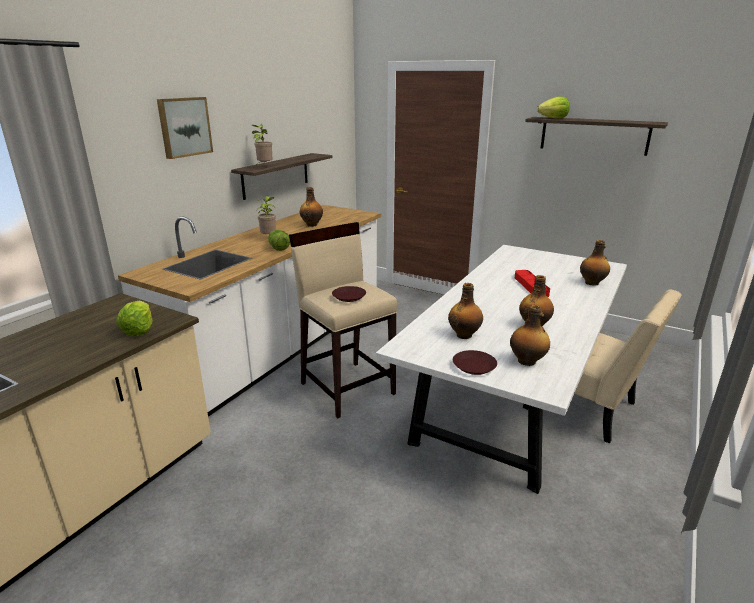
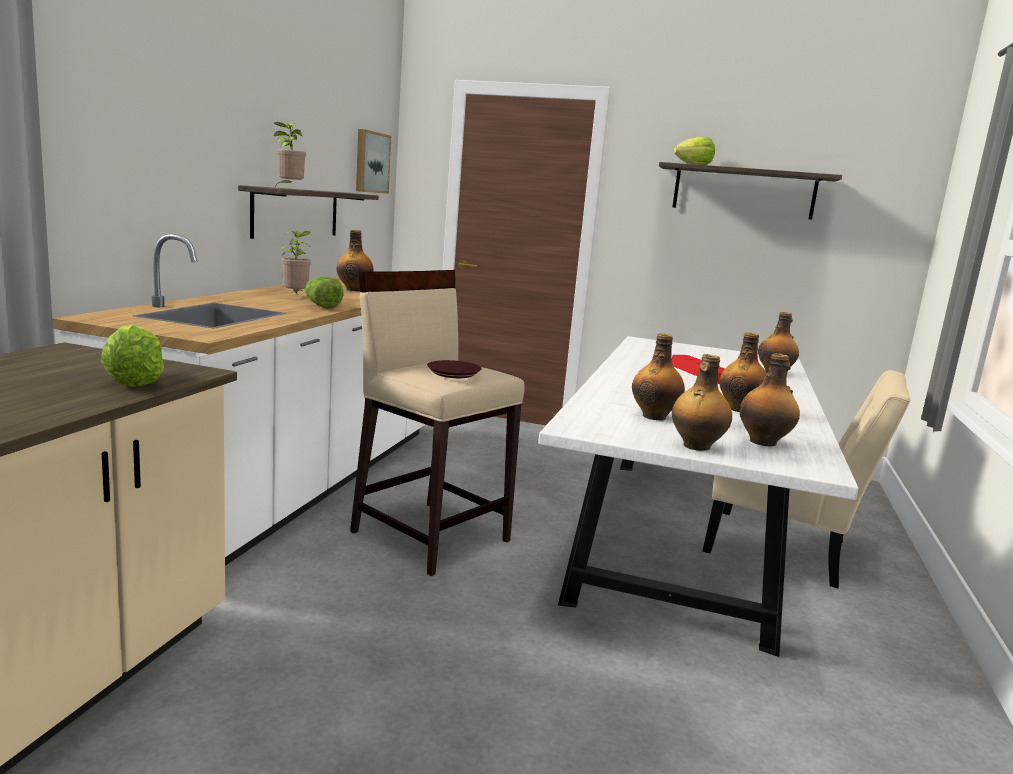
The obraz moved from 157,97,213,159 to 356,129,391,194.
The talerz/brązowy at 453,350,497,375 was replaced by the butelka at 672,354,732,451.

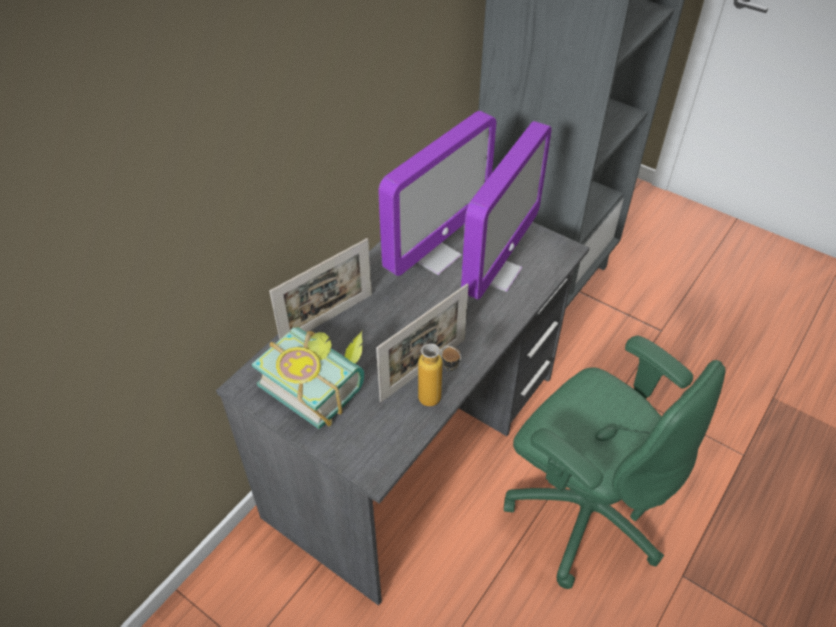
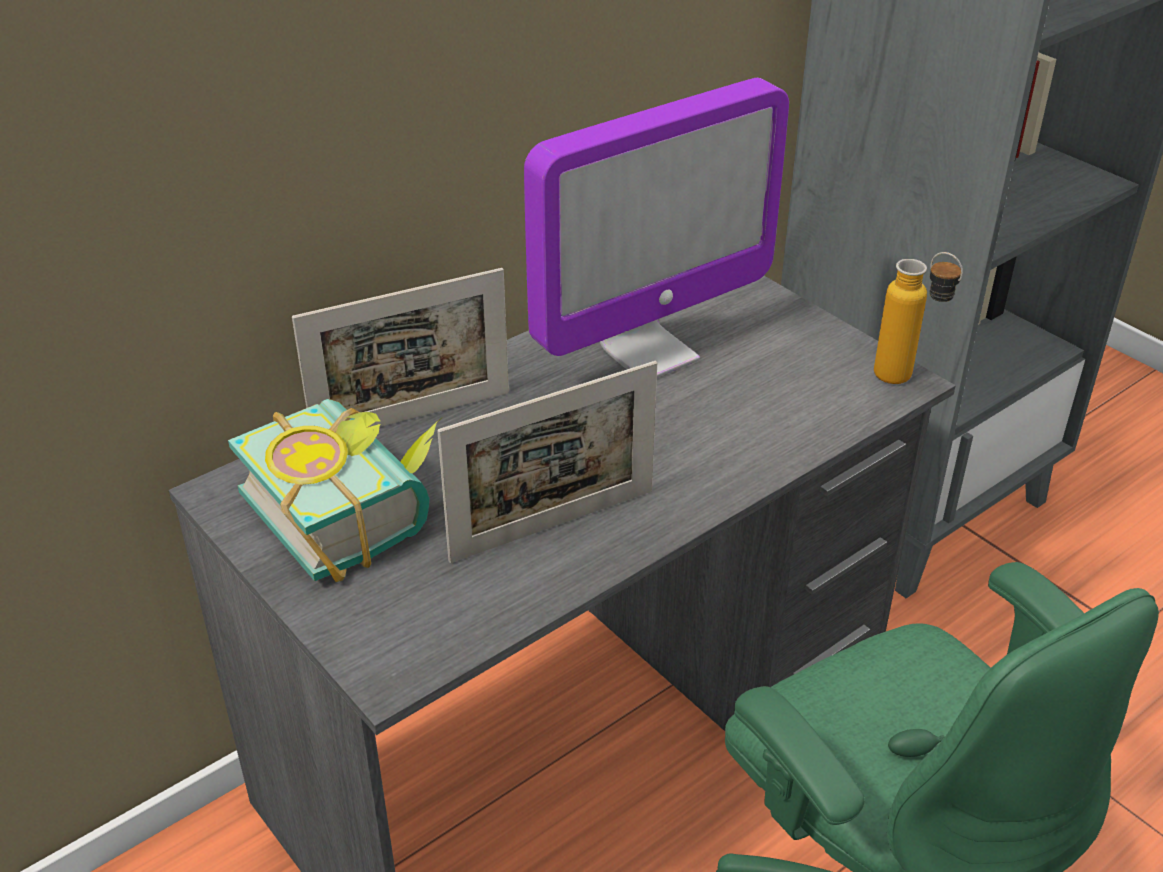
The butelka moved from 418,343,461,406 to 874,252,963,384.
The monitor at 461,121,552,299 disappeared.

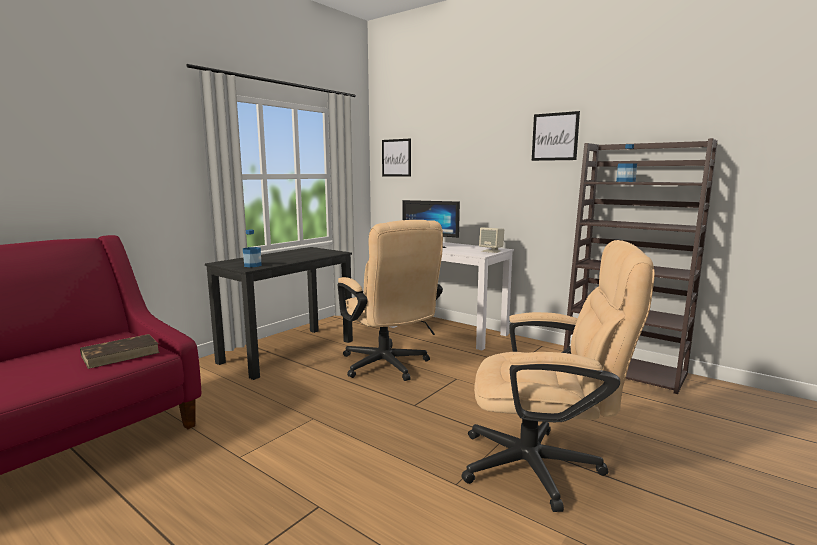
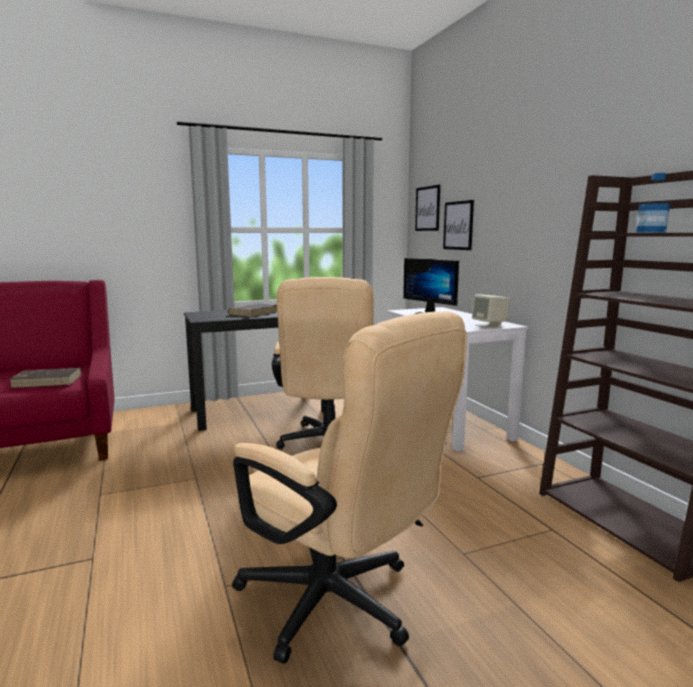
The butelka at 243,230,262,267 disappeared.
The obraz moved from 532,111,580,161 to 443,200,474,250.
The książka/brązowy at 228,303,277,317 appeared.

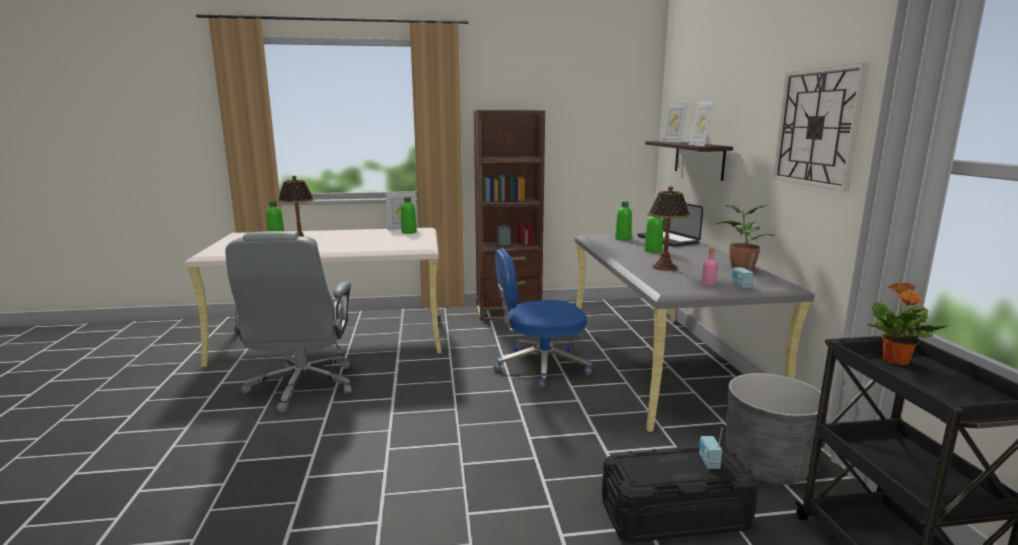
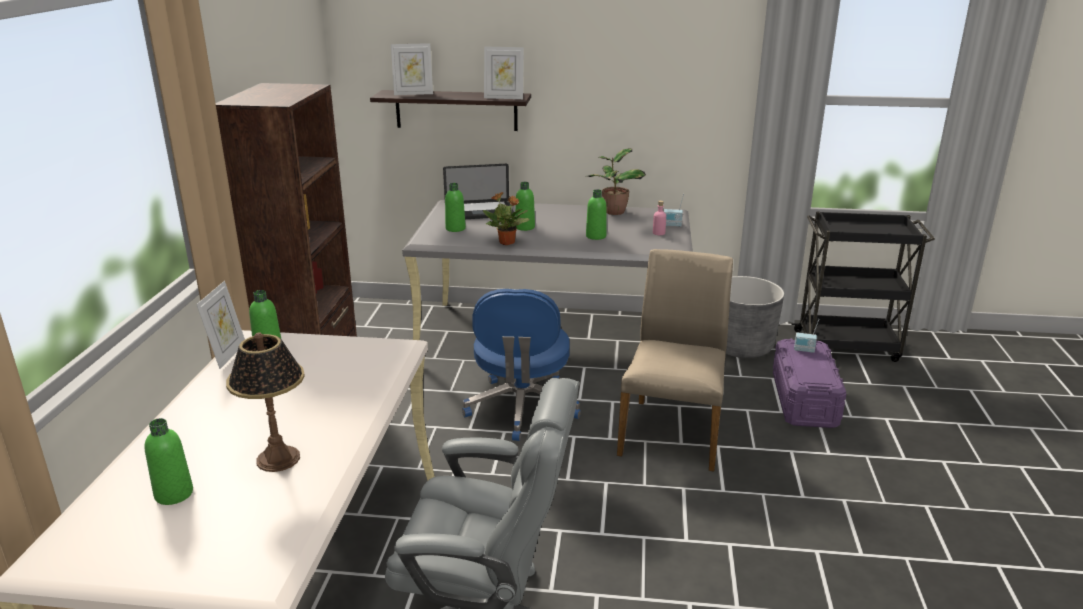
The pojemnik do przechowywania/czarny at 602,446,759,543 became the pojemnik do przechowywania/fioletowy at 773,338,846,428.
The lampa stołowa at 648,186,691,271 was replaced by the butelka/zielony at 586,189,607,240.
The zegar ścienny at 773,63,869,191 disappeared.
The roślina doniczkowa moved from 868,282,948,365 to 483,192,530,245.
The krzesło/beżowy at 617,249,733,472 appeared.

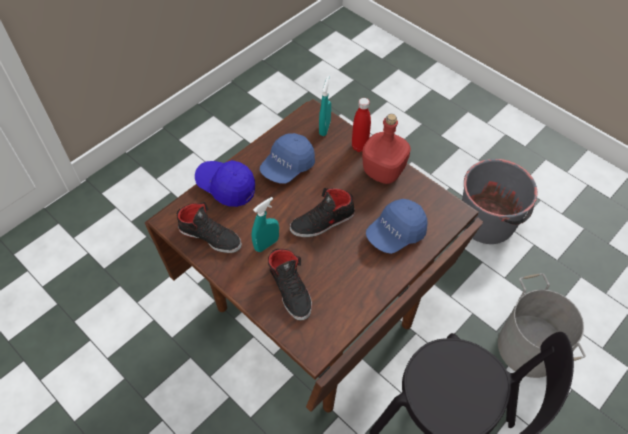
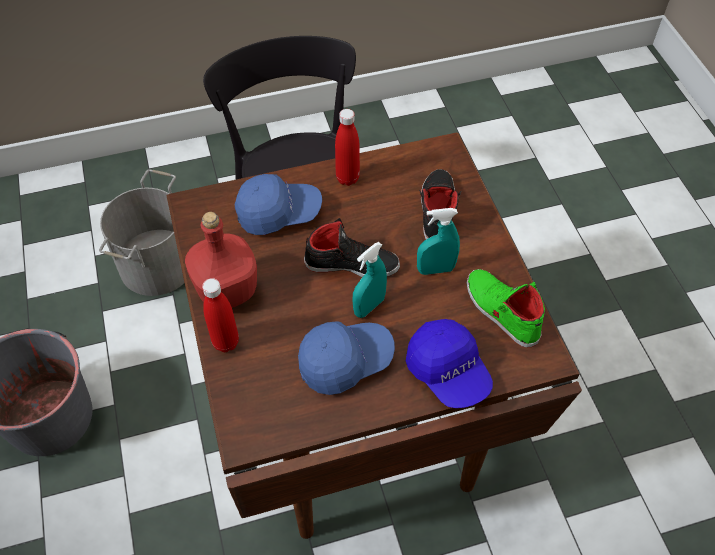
The but/czarny at 177,202,242,253 became the but/zielony at 466,269,545,347.
The spryskiwacz/turkusowy moved from 319,76,331,136 to 352,242,387,318.
The butelka/czerwony at 335,109,360,186 appeared.

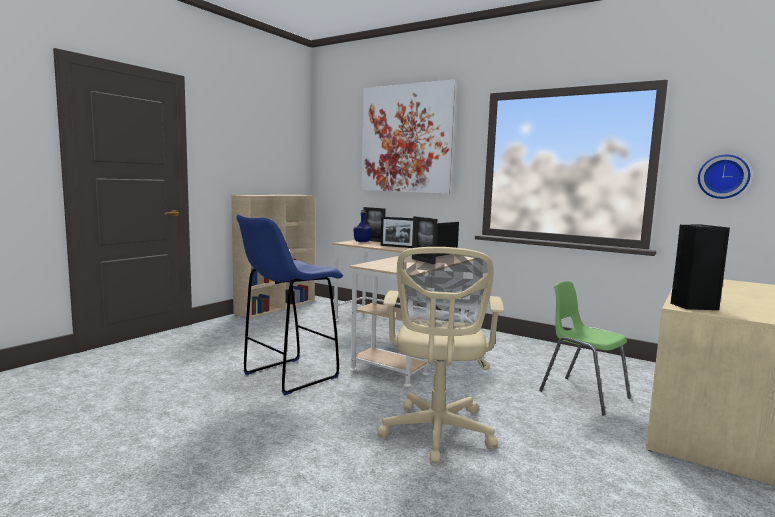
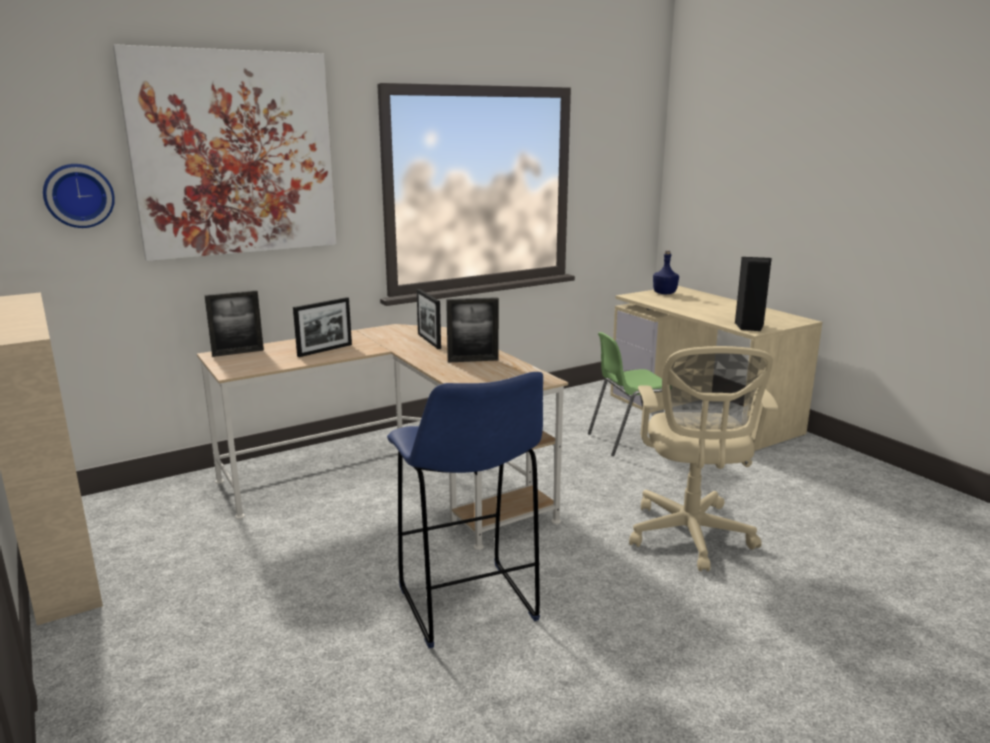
The butelka/niebieski moved from 353,210,372,242 to 653,250,679,294.
The krzesło biurowe/beżowy at 377,247,504,465 turned 60 degrees clockwise.
The zegar ścienny moved from 698,155,750,199 to 43,164,115,228.

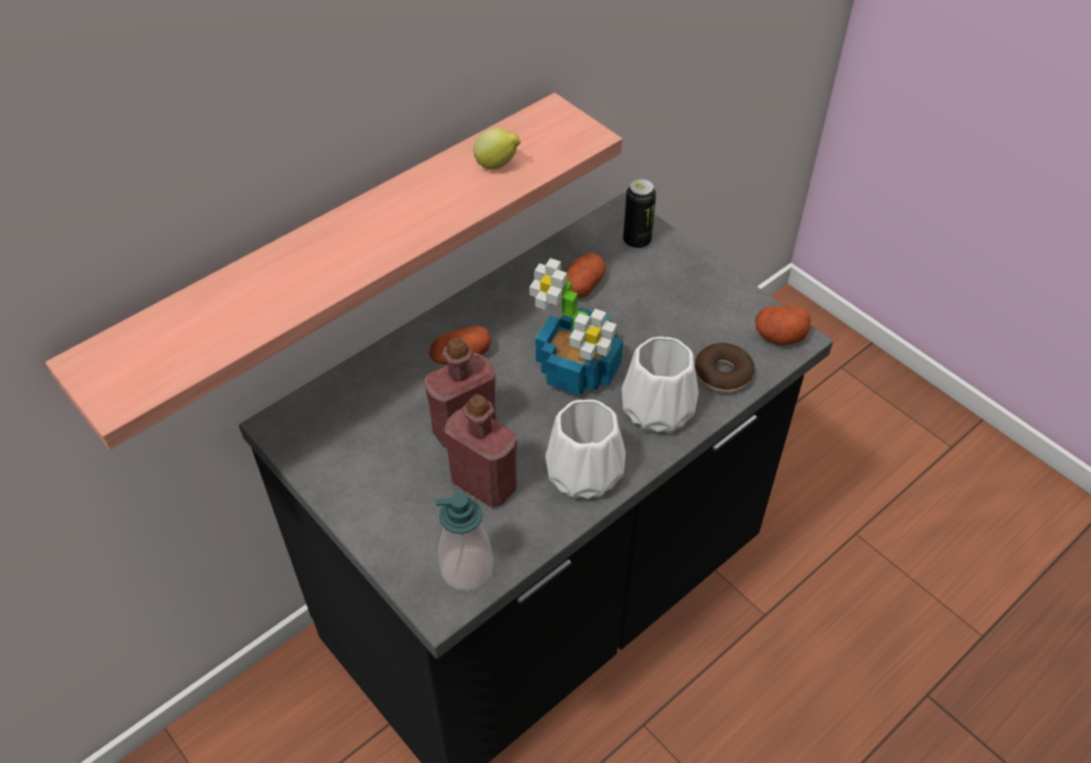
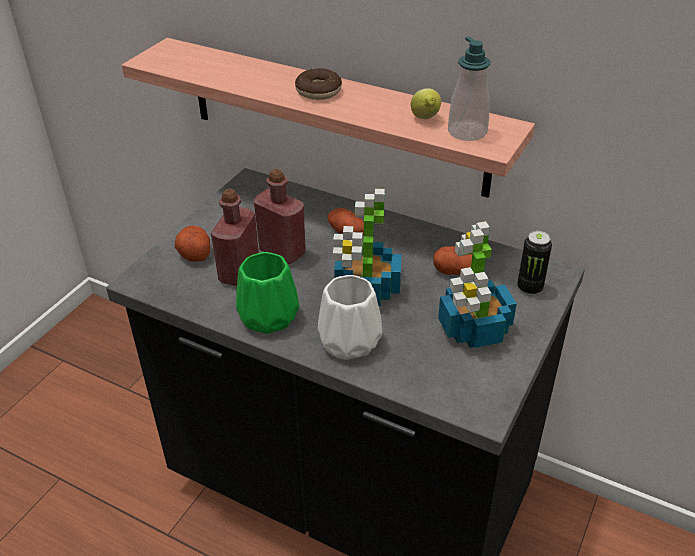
The dozownik mydła moved from 435,493,493,591 to 448,36,490,141.
The wazon/biały at 545,399,626,499 became the wazon/zielony at 236,252,299,334.
The donut moved from 695,343,755,393 to 295,68,342,100.
The ziemniak moved from 755,306,811,346 to 175,226,210,262.
The roślina doniczkowa at 438,221,517,348 appeared.

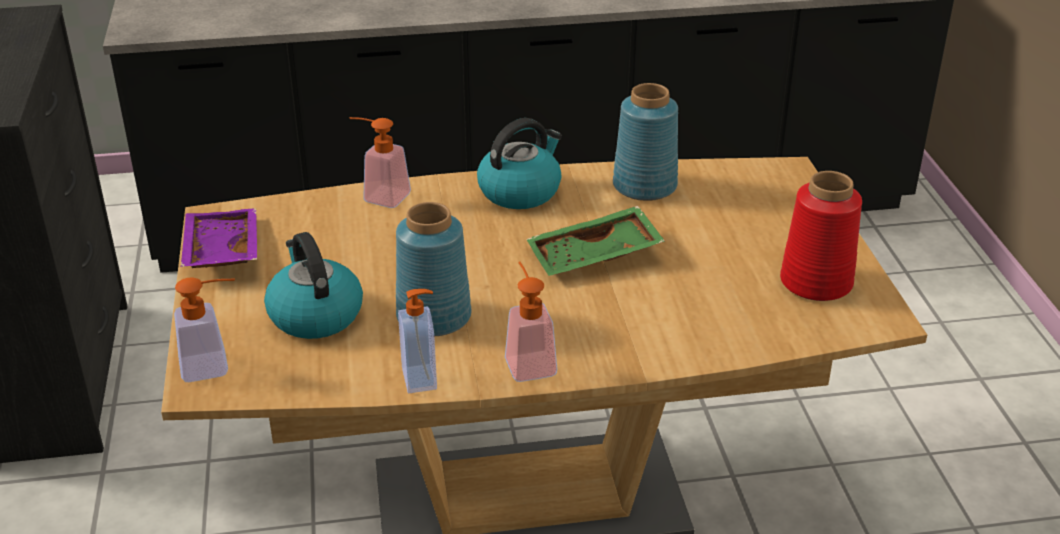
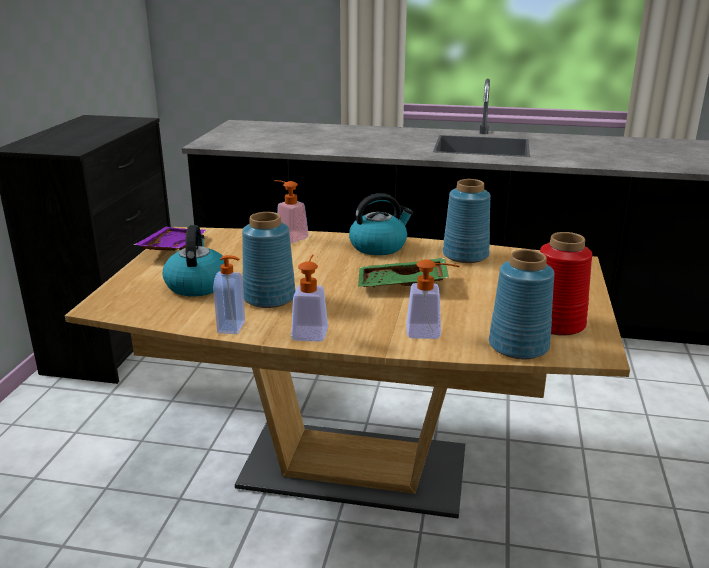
The dozownik mydła moved from 174,277,235,382 to 406,259,459,339.
The wazon/niebieski at 489,249,555,359 appeared.

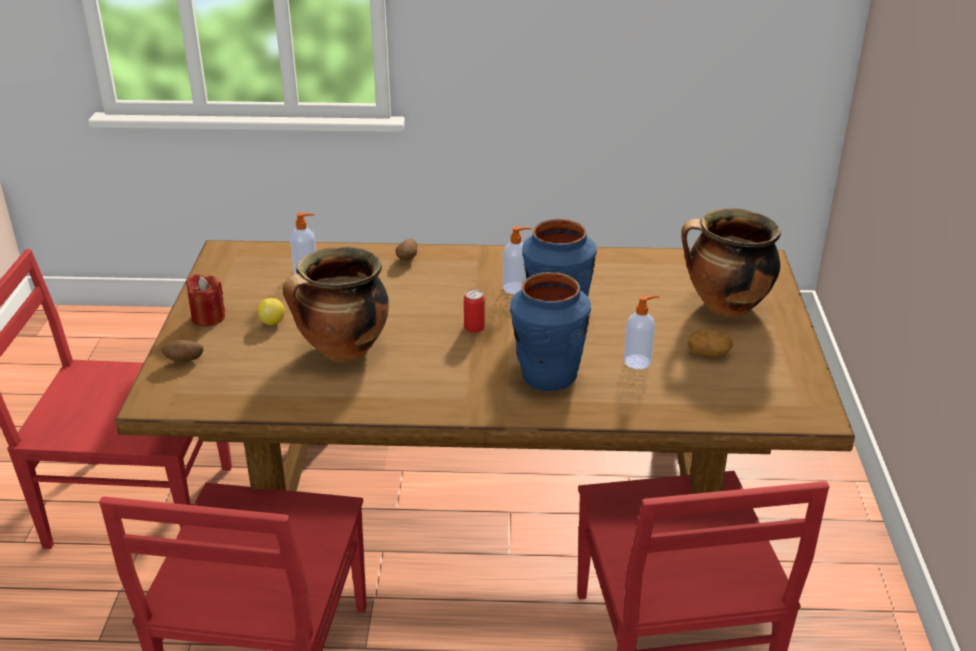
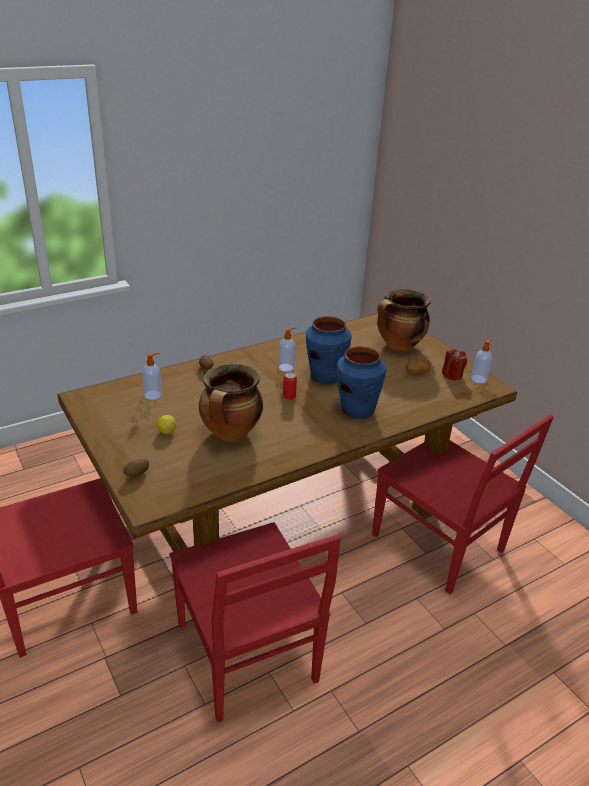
The świeca/czerwony moved from 186,274,225,327 to 442,349,467,380.
The dozownik mydła moved from 624,295,659,369 to 471,338,493,383.

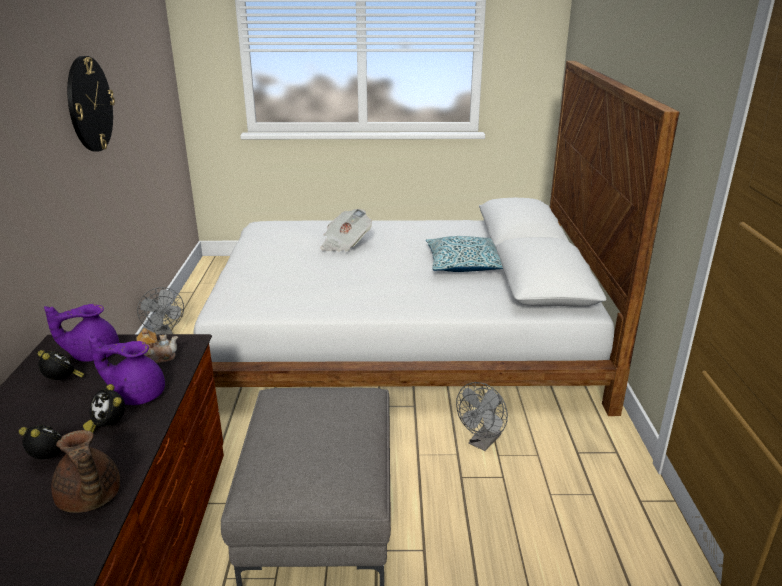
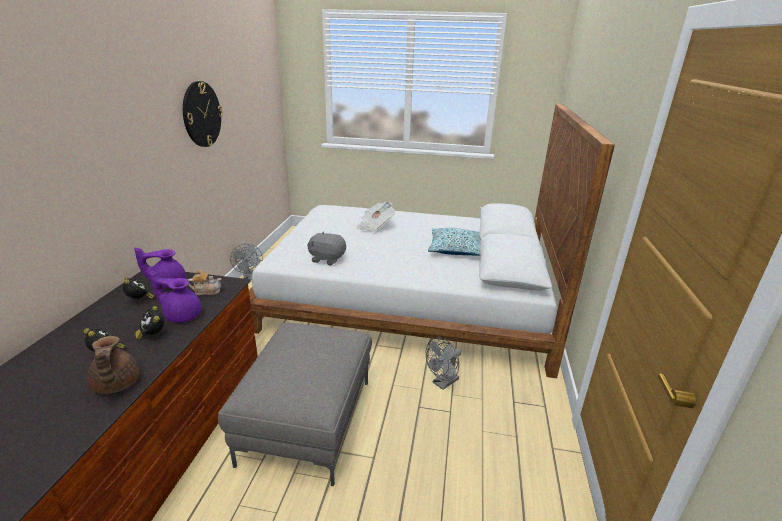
The pluszak/szary at 307,231,346,265 appeared.

